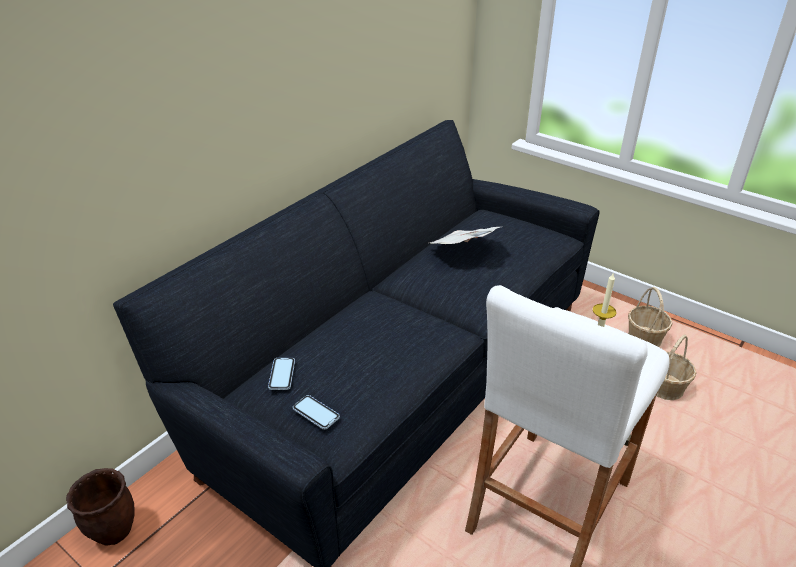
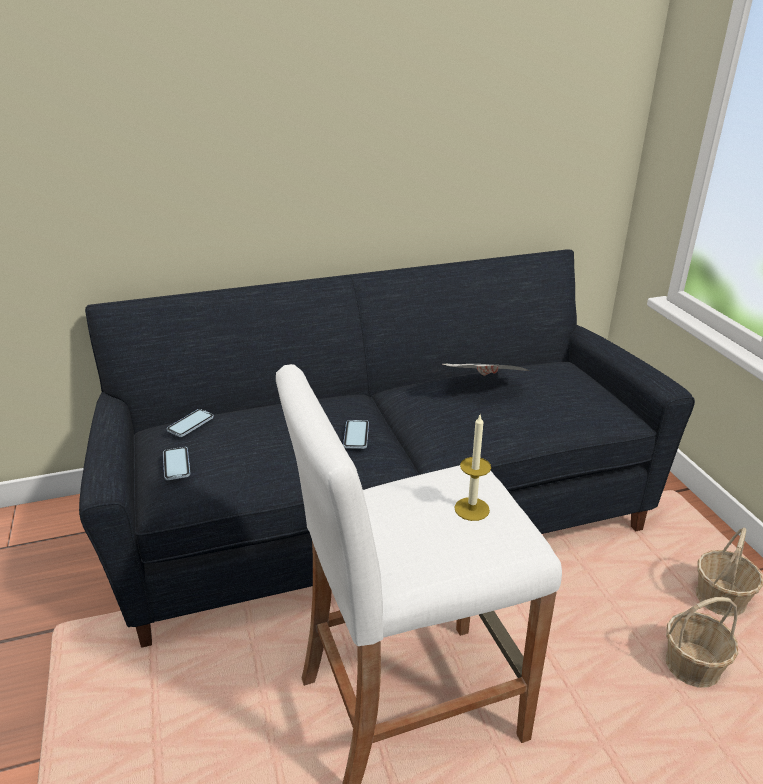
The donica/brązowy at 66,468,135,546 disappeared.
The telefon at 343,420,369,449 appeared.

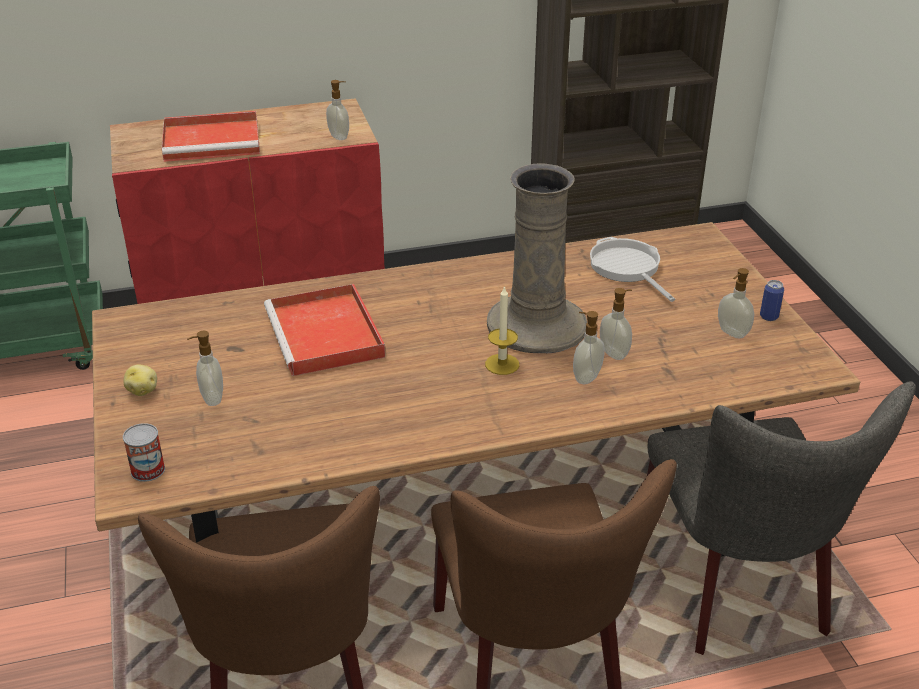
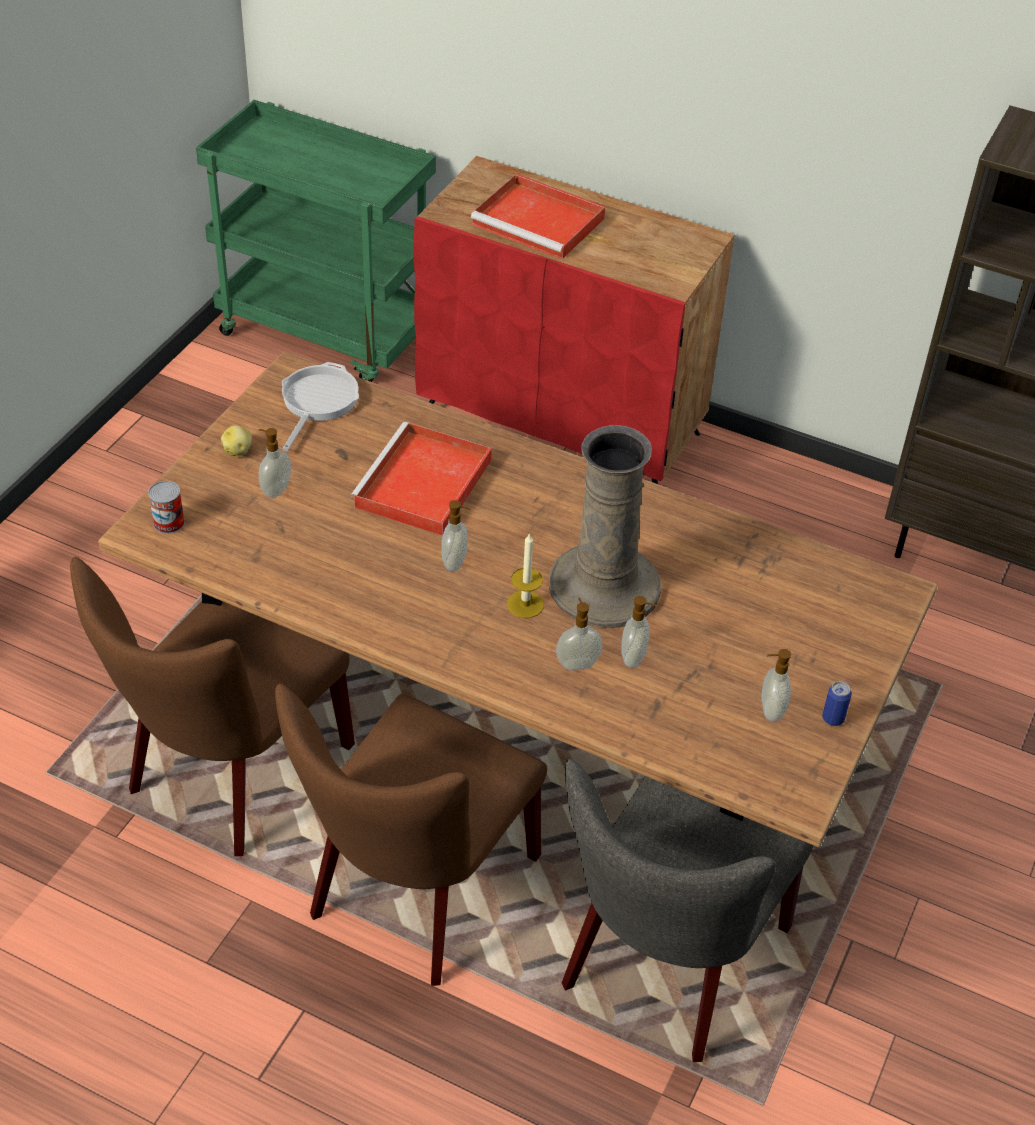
The dozownik mydła moved from 326,80,349,140 to 441,500,471,571.
The patelnia moved from 590,237,675,302 to 282,362,359,451.

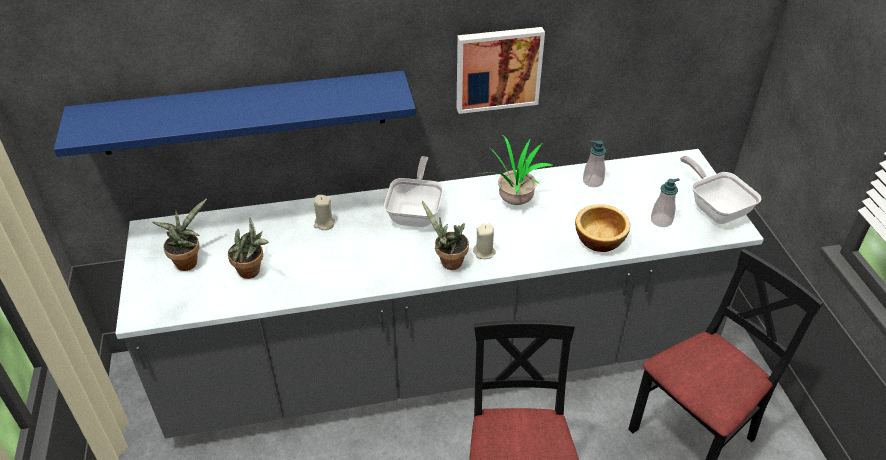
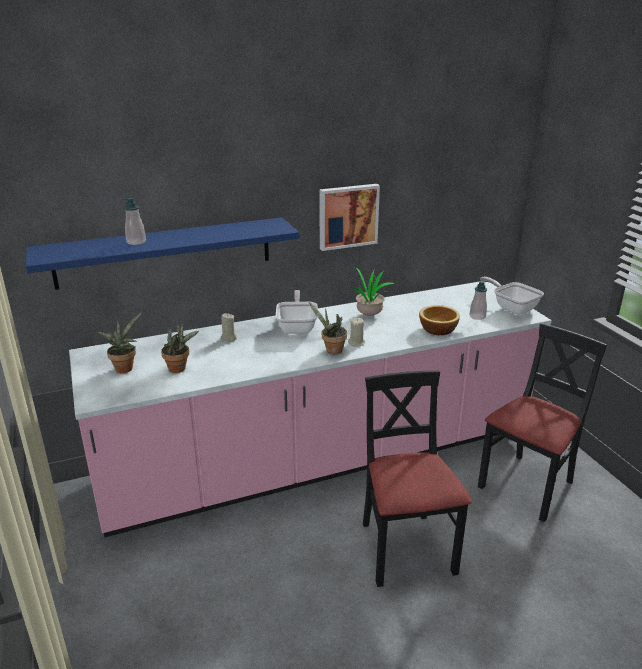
The zabudowa kuchenna/szary at 115,149,764,439 became the zabudowa kuchenna/różowy at 69,282,551,537.
The dozownik mydła moved from 583,140,606,187 to 122,198,146,245.

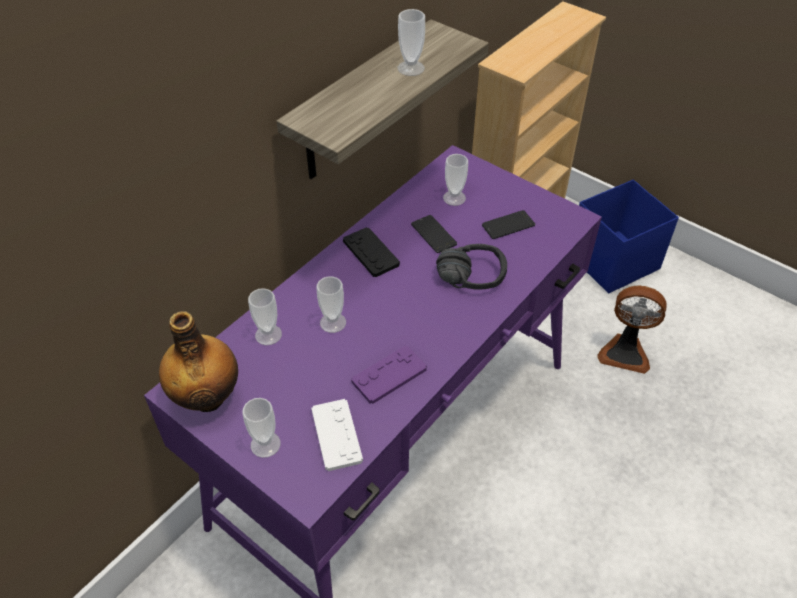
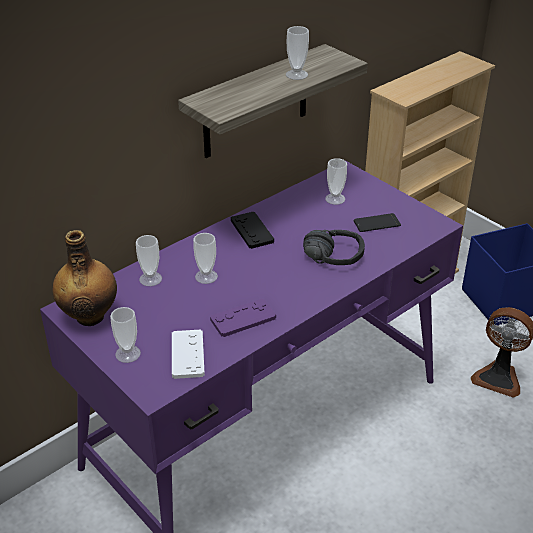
The telefon at 411,215,457,253 disappeared.

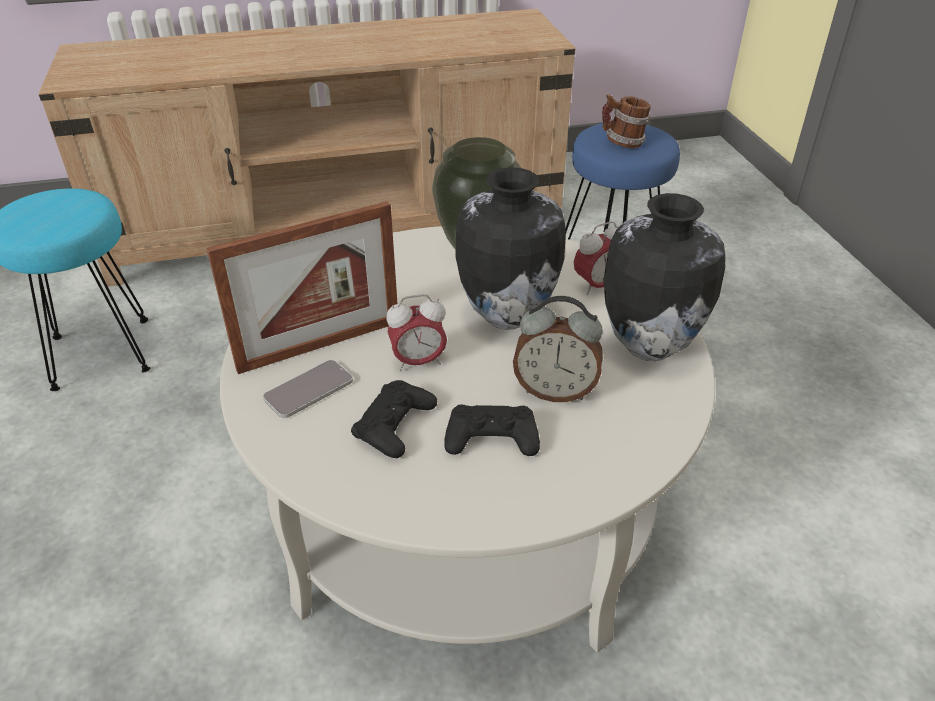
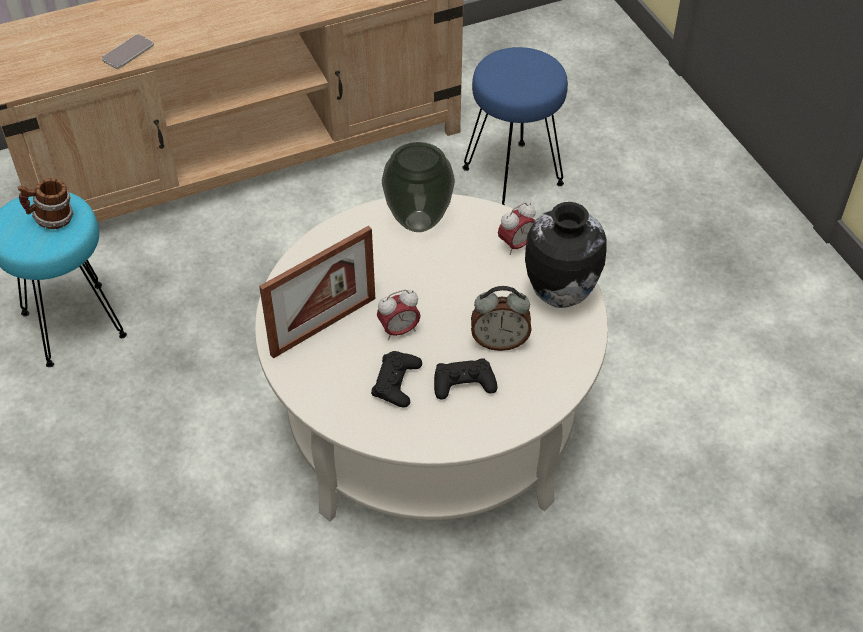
The telefon moved from 263,360,353,418 to 102,34,154,69.
The wazon at 455,167,566,330 disappeared.
The kubek moved from 602,94,651,148 to 18,178,74,229.

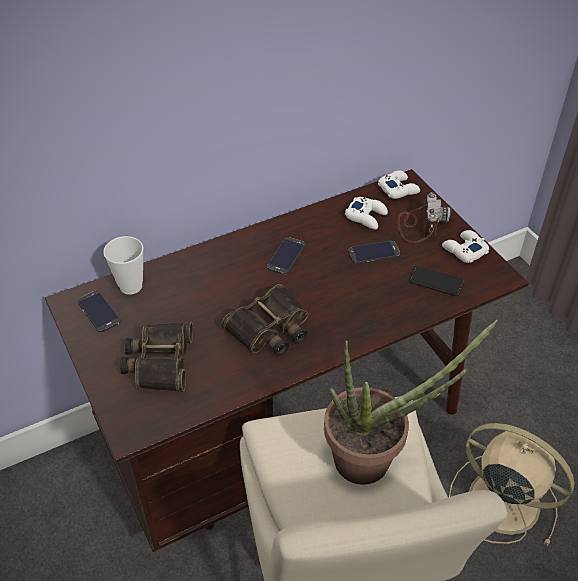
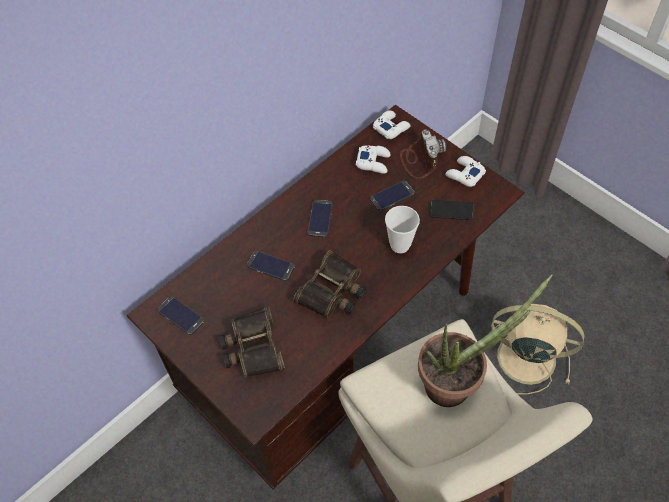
The filiżanka moved from 103,236,144,295 to 385,206,420,253.
The telefon at 247,251,294,281 appeared.

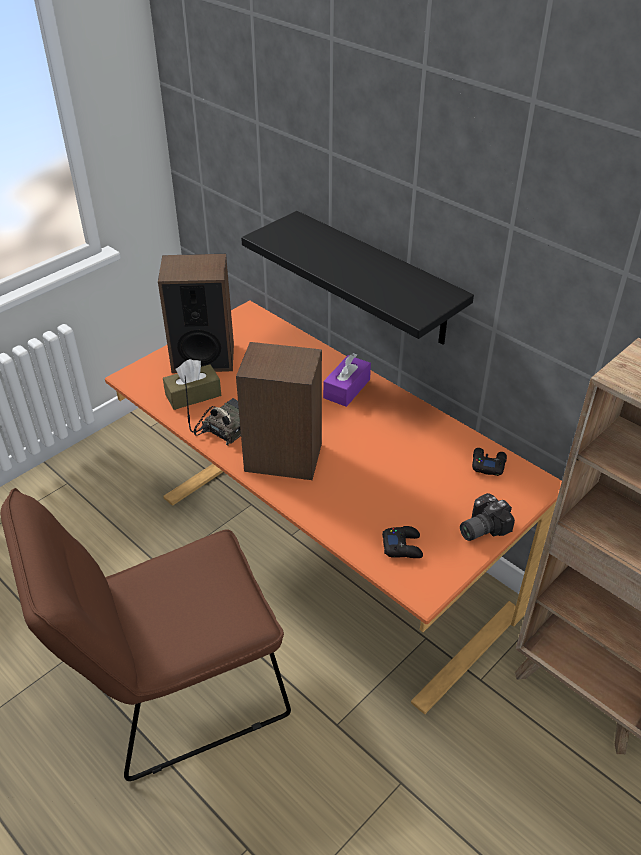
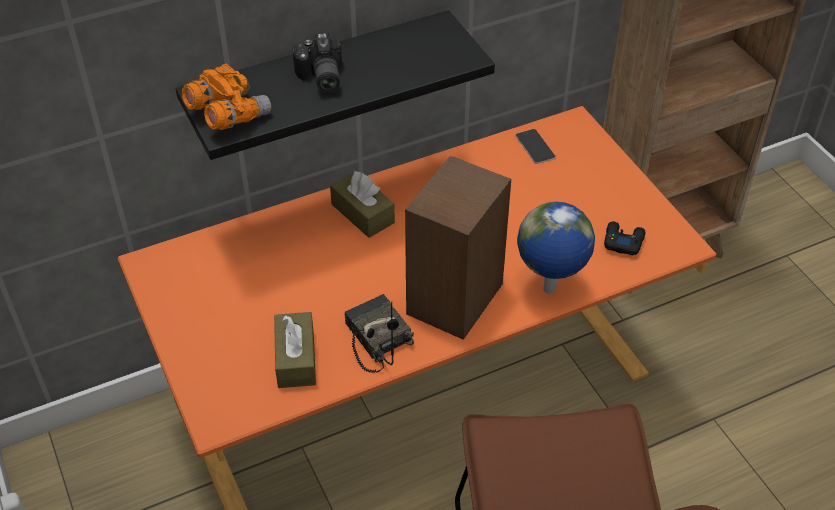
The głośnik at 158,254,234,373 disappeared.
The pudełko chusteczek/fioletowy at 323,353,371,407 became the pudełko chusteczek/brązowy at 330,171,395,238.
The aparat fotograficzny moved from 460,493,515,541 to 292,33,342,93.
The pad do gier/czarny at 472,448,507,476 was replaced by the telefon at 515,129,556,164.
The lornetka/pomarańczowy at 182,64,271,130 appeared.
The globus at 517,201,595,294 appeared.

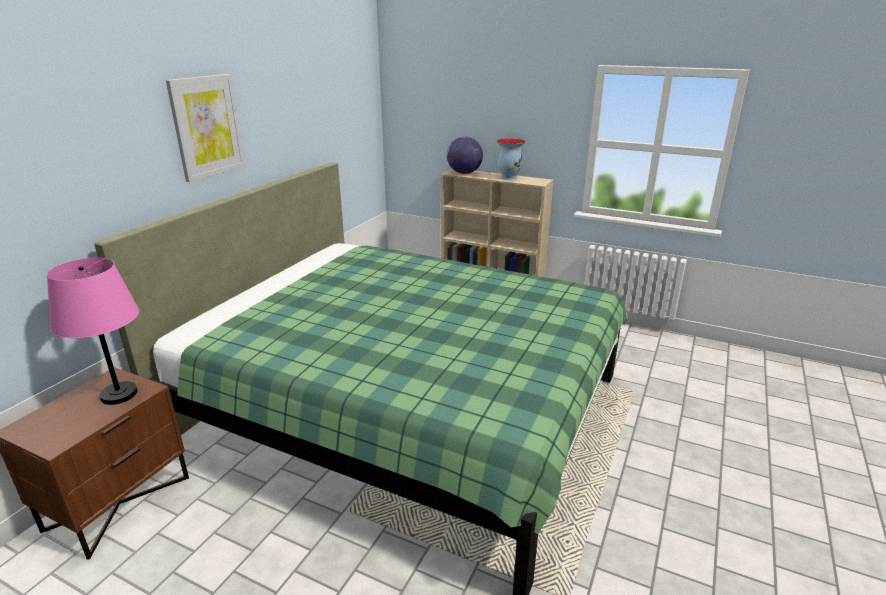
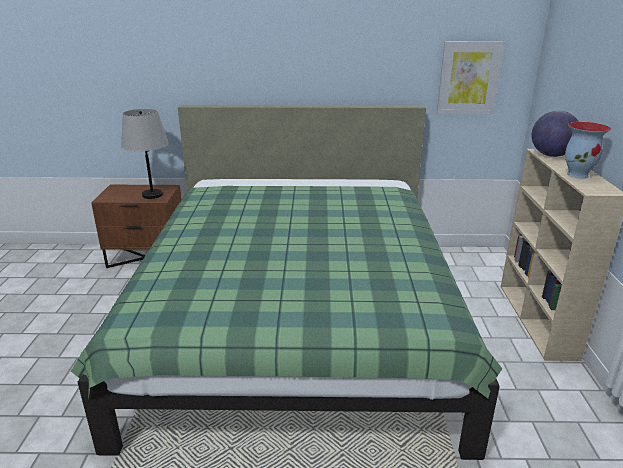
The lampa stołowa/różowy at 47,258,139,405 became the lampa stołowa/szary at 121,109,169,199.
The obraz moved from 166,74,245,182 to 437,41,504,114.

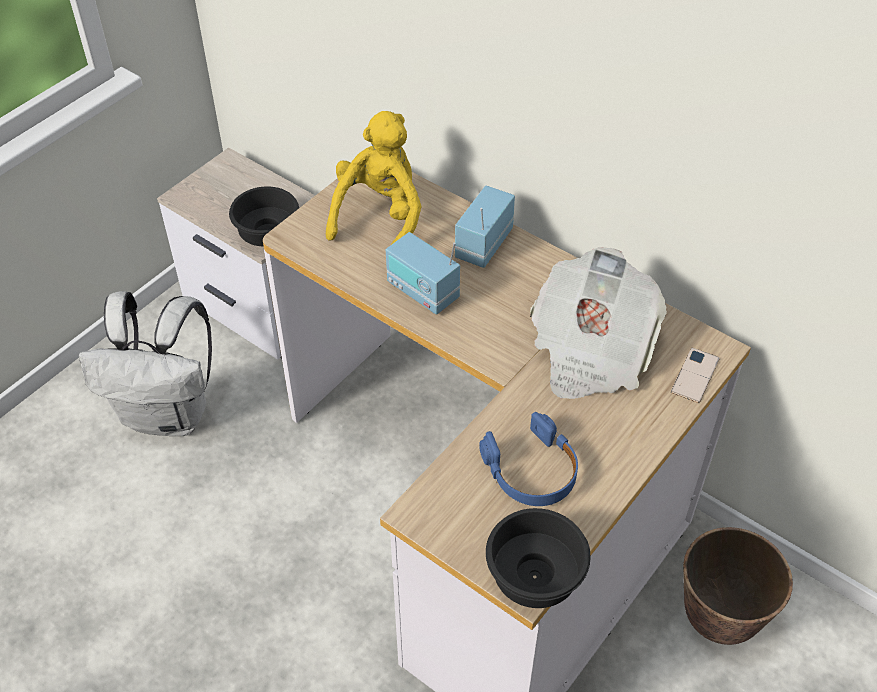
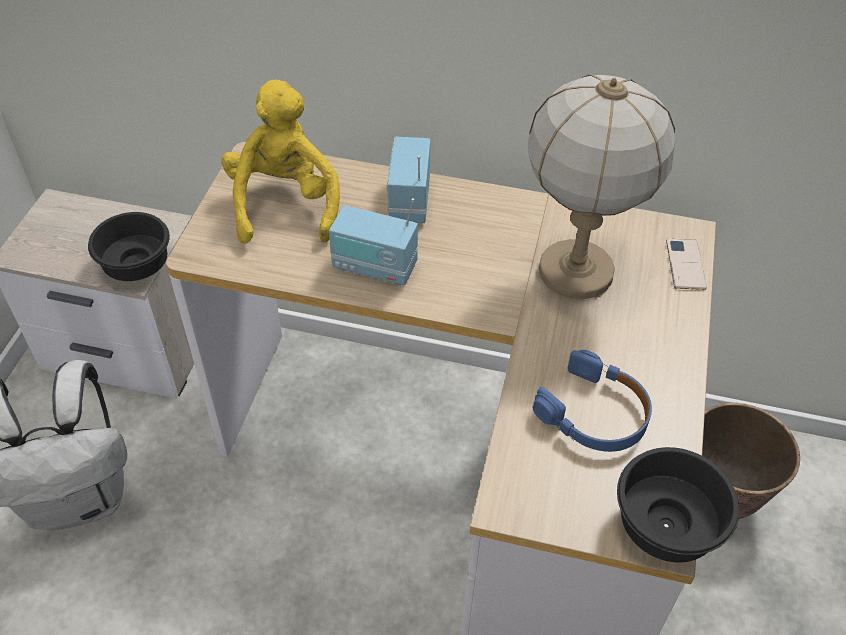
The gazeta at 530,247,667,399 was replaced by the lampa stołowa at 528,74,675,299.

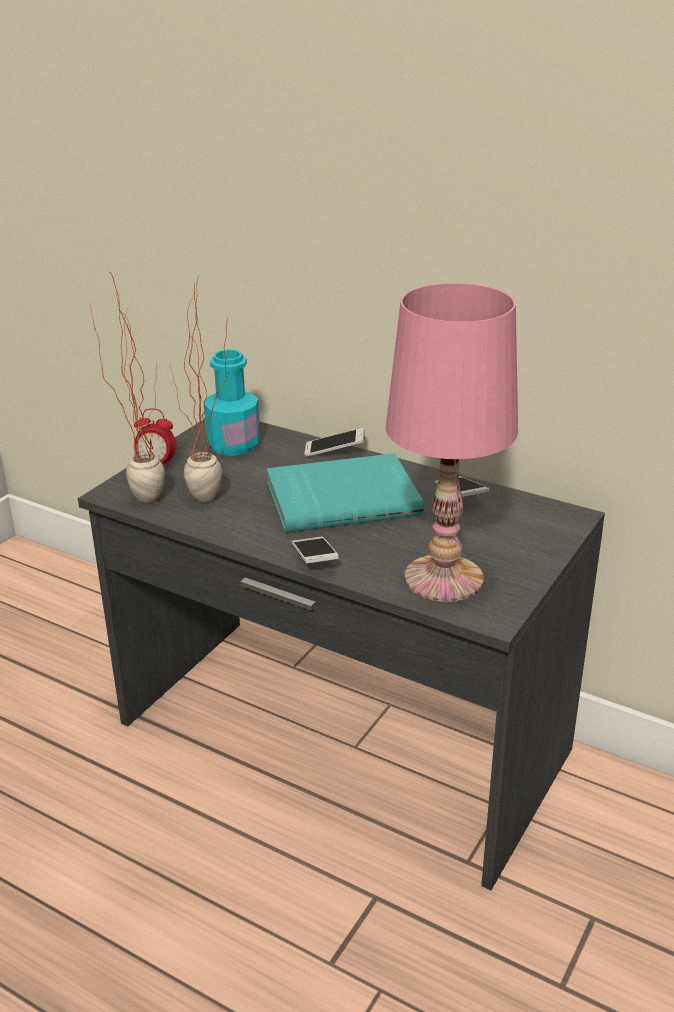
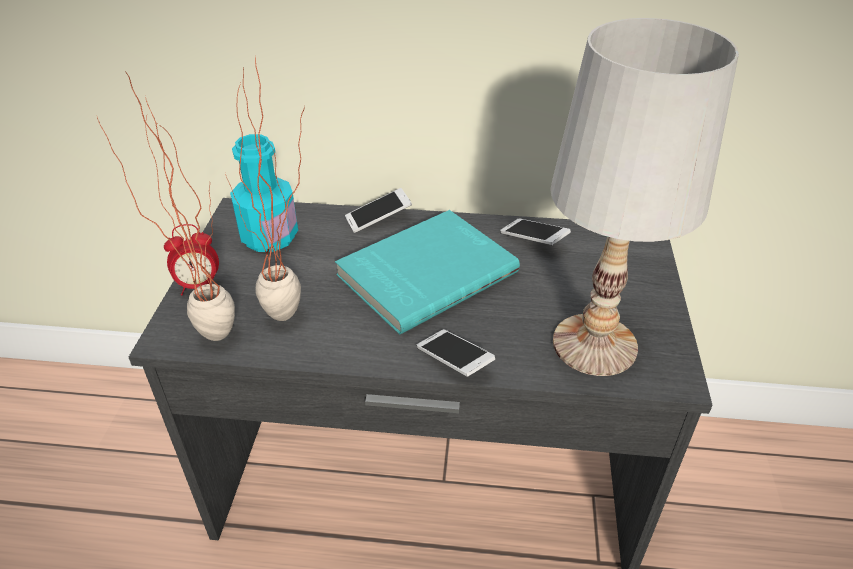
The lampa stołowa/różowy at 386,283,518,602 became the lampa stołowa/biały at 550,18,739,376.

